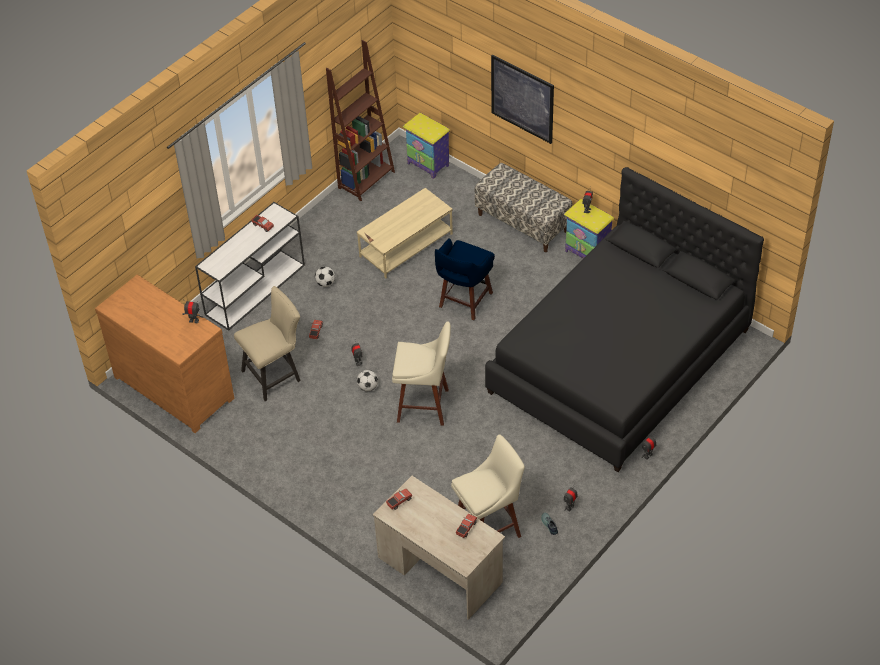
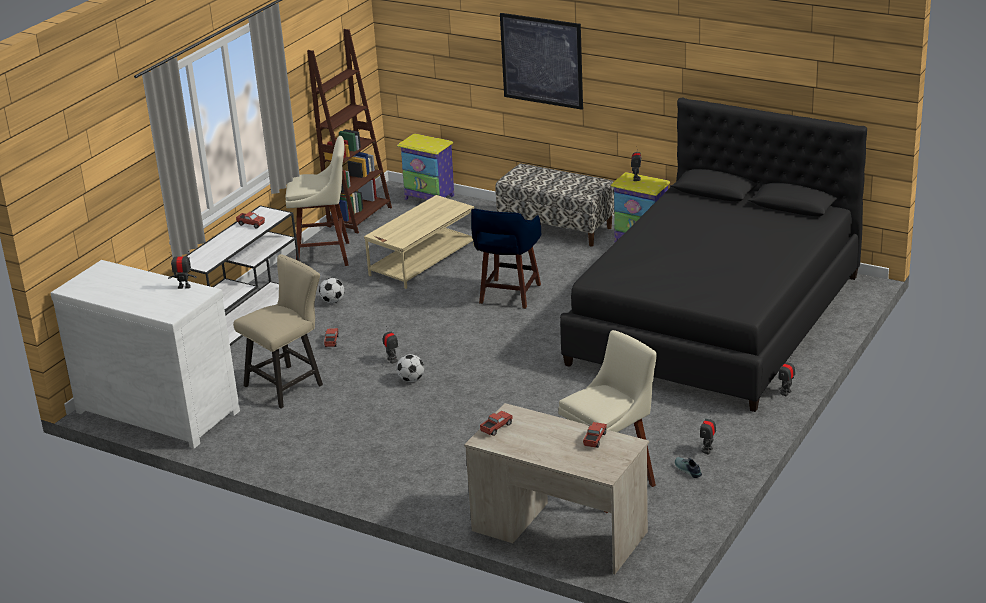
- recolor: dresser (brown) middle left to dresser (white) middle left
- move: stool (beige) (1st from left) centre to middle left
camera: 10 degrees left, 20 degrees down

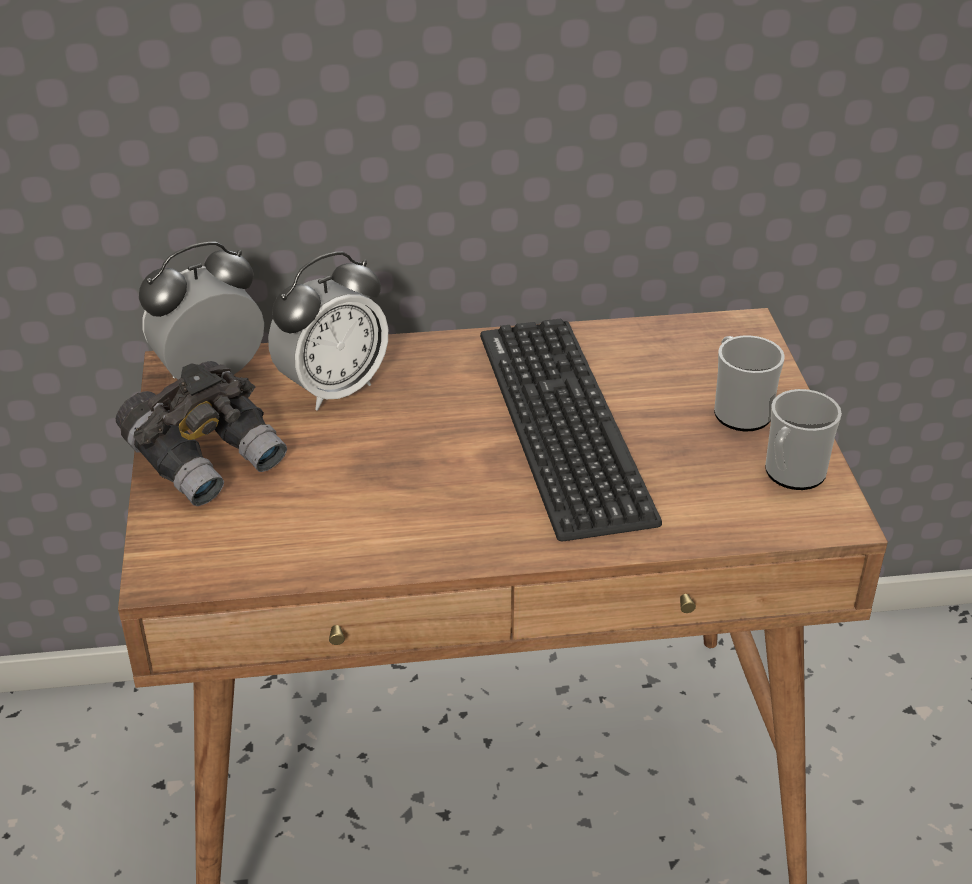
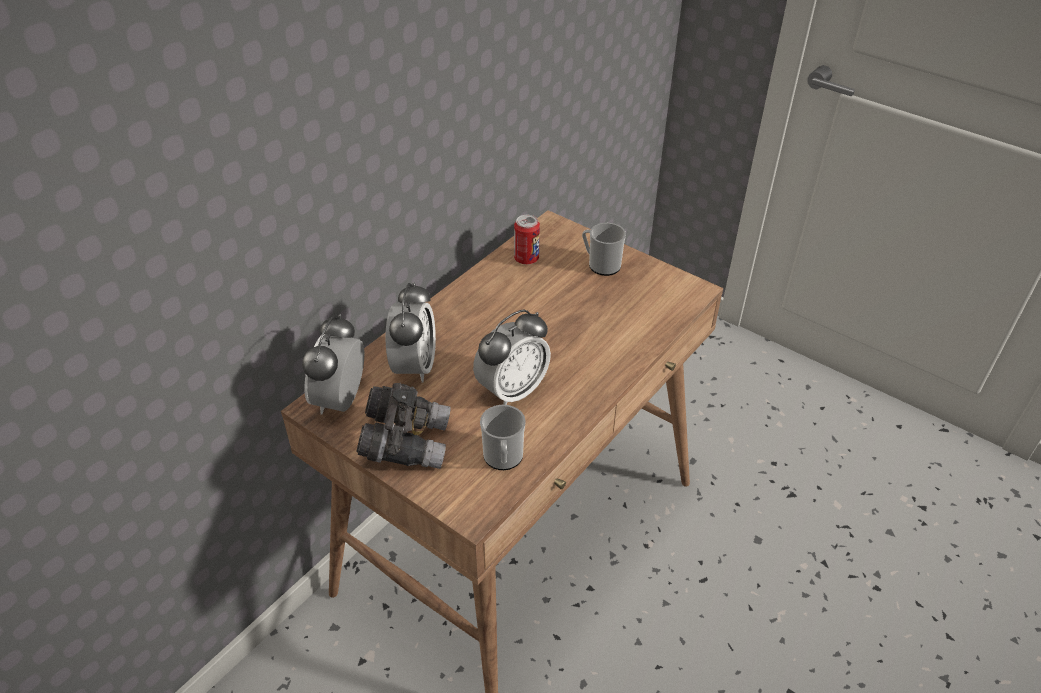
- delete: keyboard centre
- move: mug (2nd from left in the first image) middle right to mug (1st from left) centre
- insert: alarm clock (3rd from left) centre
- insert: can centre
camera: 45 degrees left, 5 degrees up

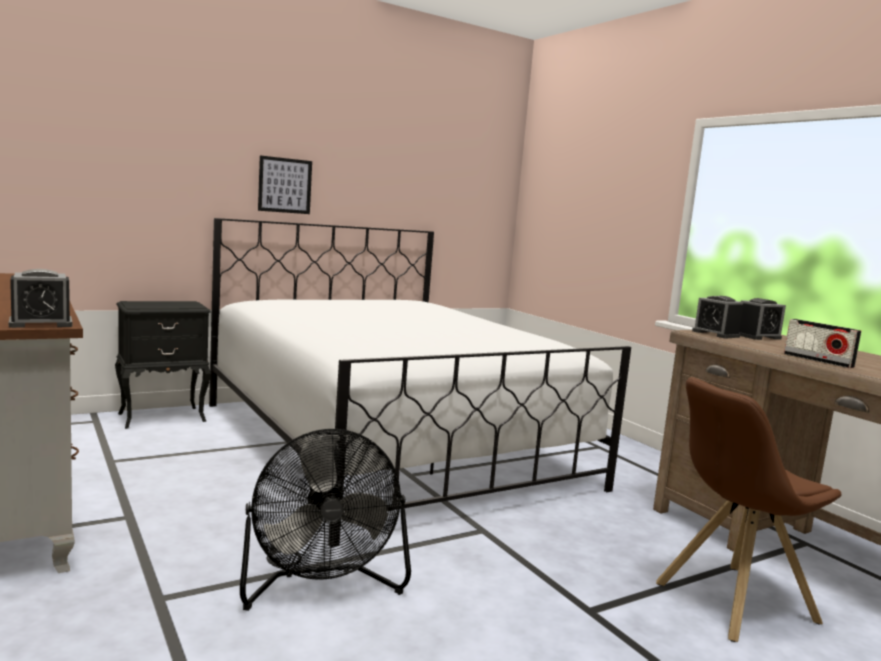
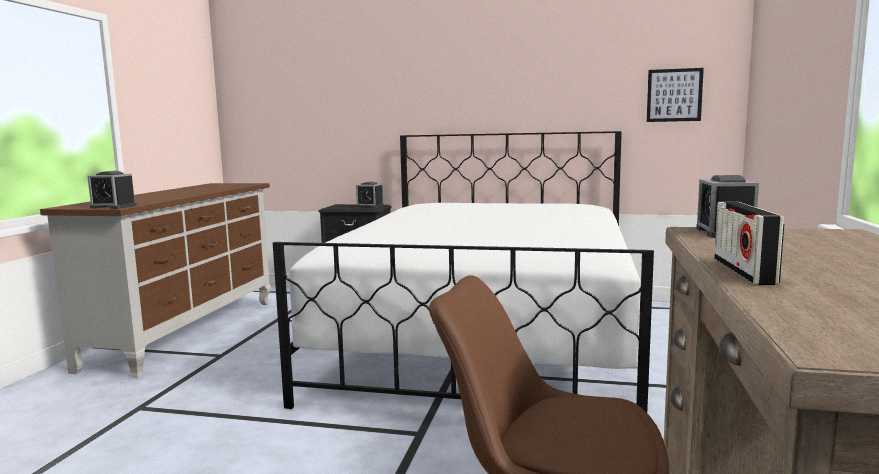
- delete: fan (black) bottom centre
- move: picture top left to top right
- move: alarm clock (3rd from left in the first image) middle right to alarm clock (2nd from left) centre
camera: 45 degrees right, 0 degrees up

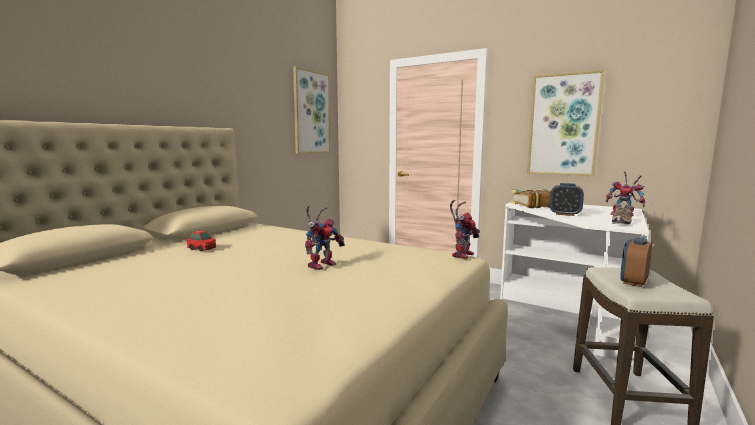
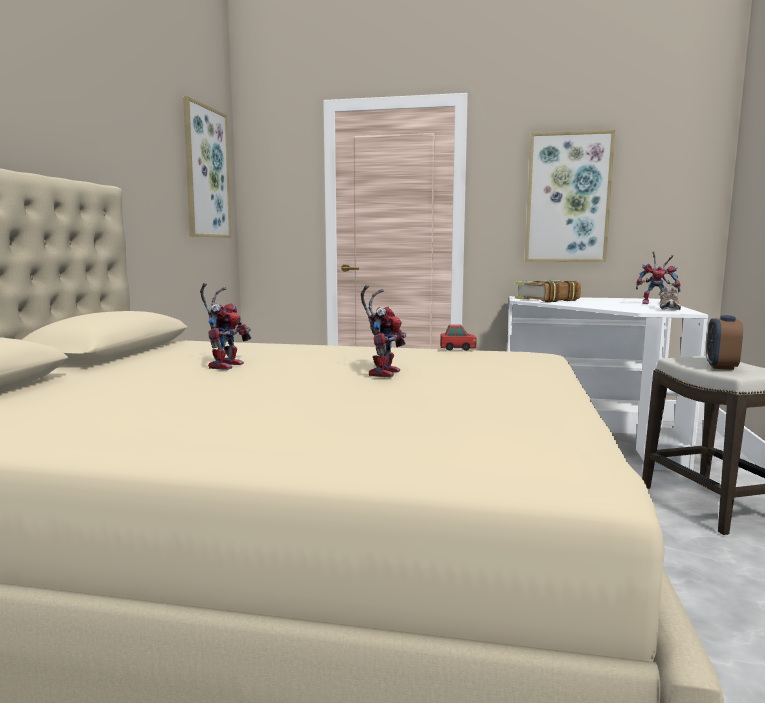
- move: toy car middle left to centre
- move: toy robot (2nd from left in the first image) centre to toy robot (1st from left) middle left
- delete: alarm clock (1st from left) middle right
camera: 20 degrees left, 0 degrees up

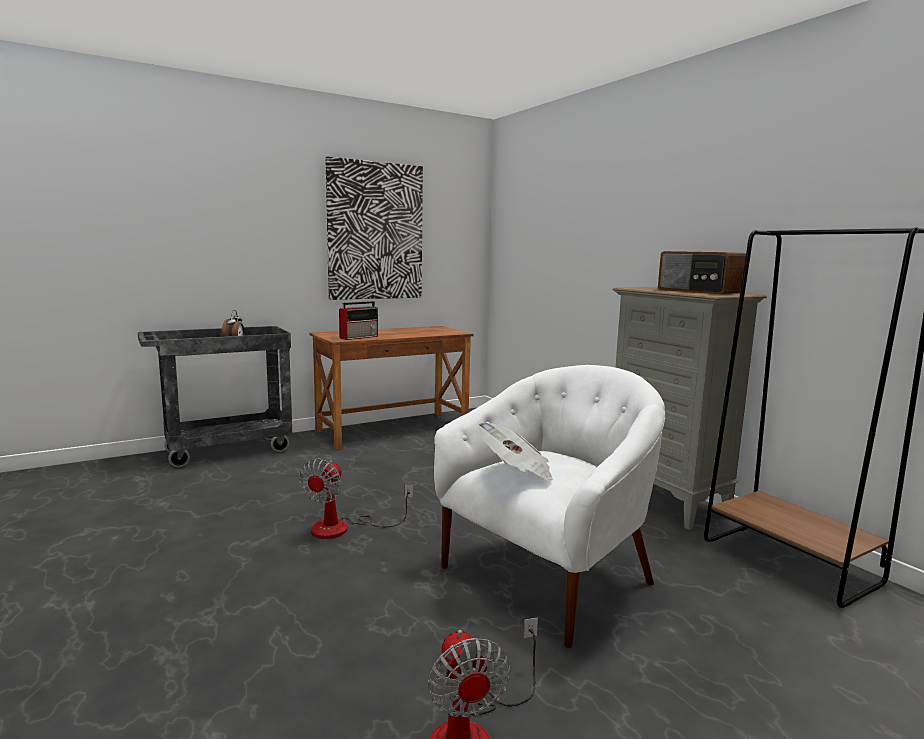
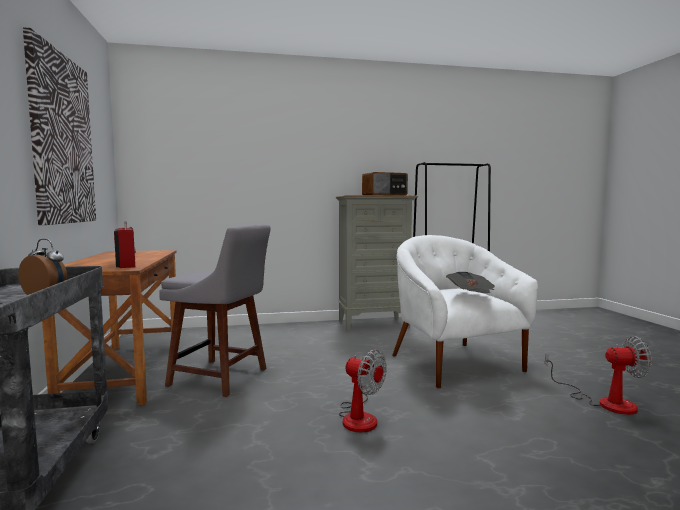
- insert: stool (grey) middle left
camera: 70 degrees left, 5 degrees down

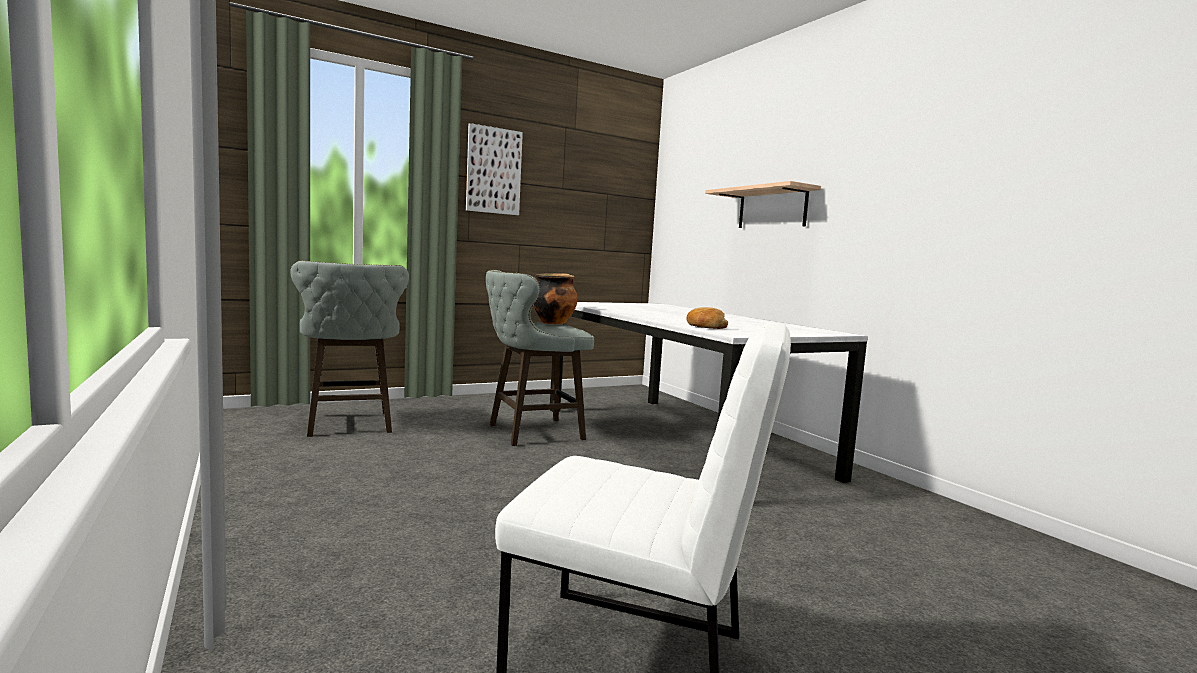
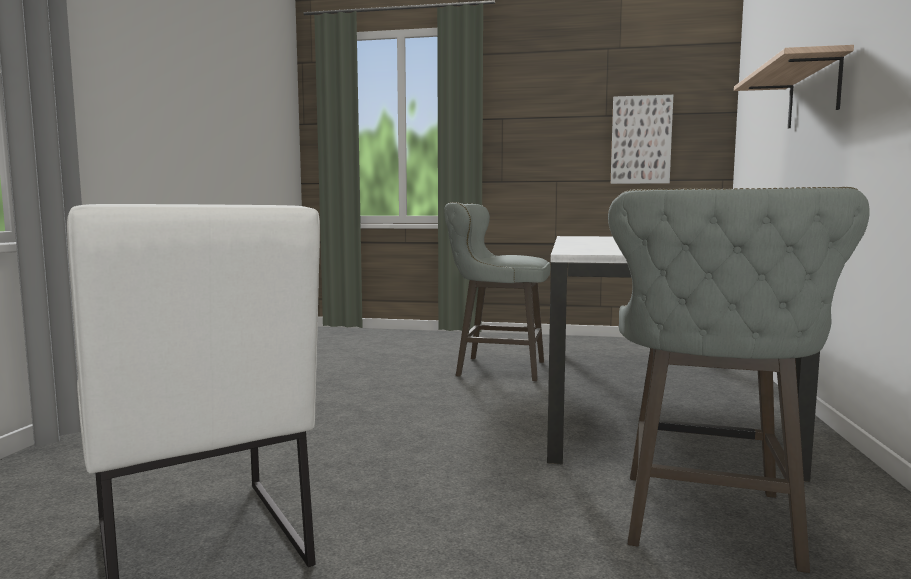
- move: stool (grey) (1st from left in the first image) middle left to stool (grey) (2nd from left) middle right
- move: picture top centre to top right
- delete: cooking pot centre
- delete: bread centre
camera: 40 degrees right, 0 degrees up

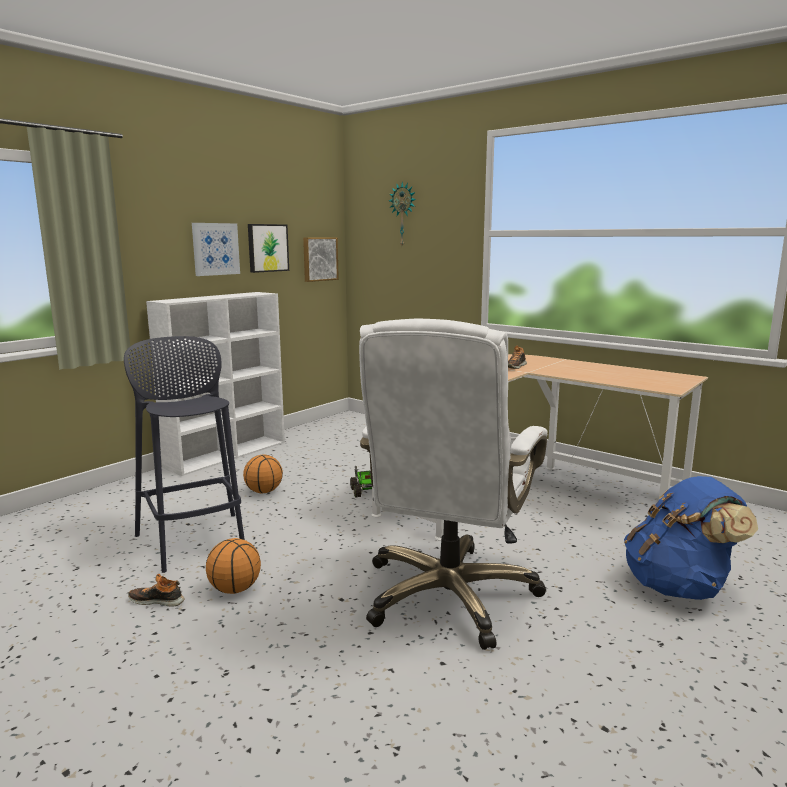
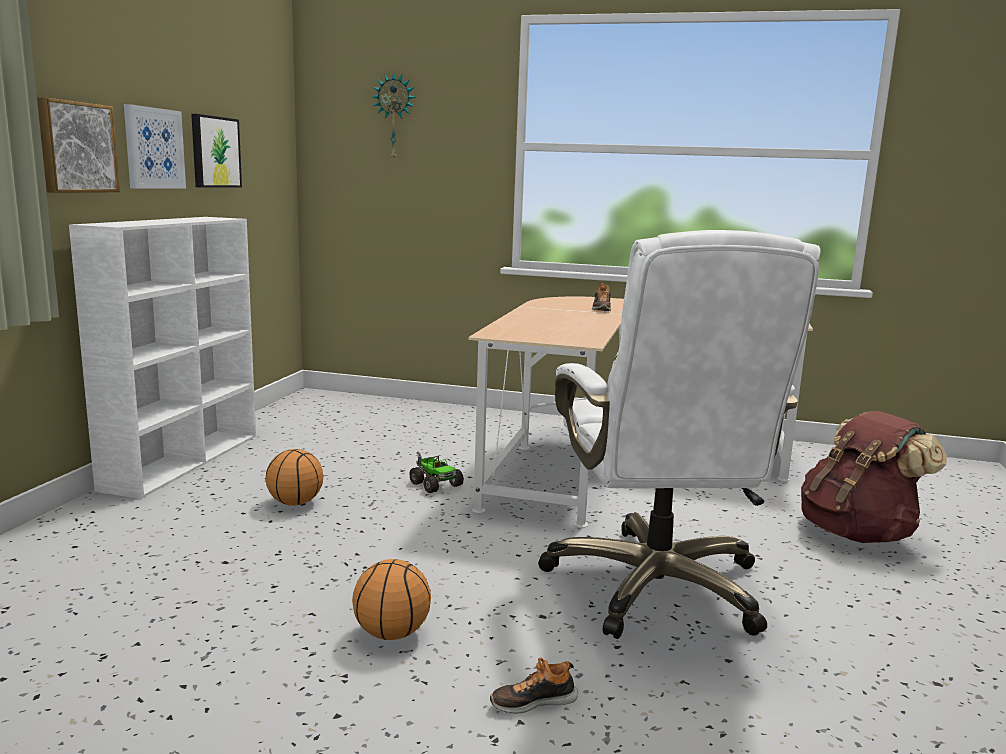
- delete: stool (grey) middle left
- move: shoe (1st from left) bottom left to bottom centre
- move: picture (3rd from left in the first image) top centre to picture (1st from left) top left
- recolor: backpack (blue) bottom right to backpack (brown) middle right
camera: 25 degrees left, 0 degrees up

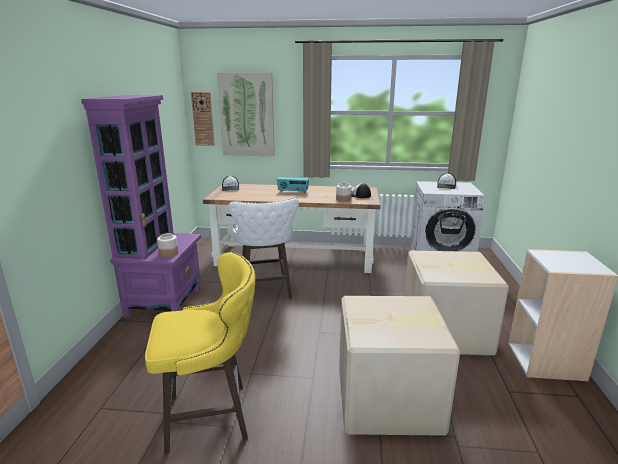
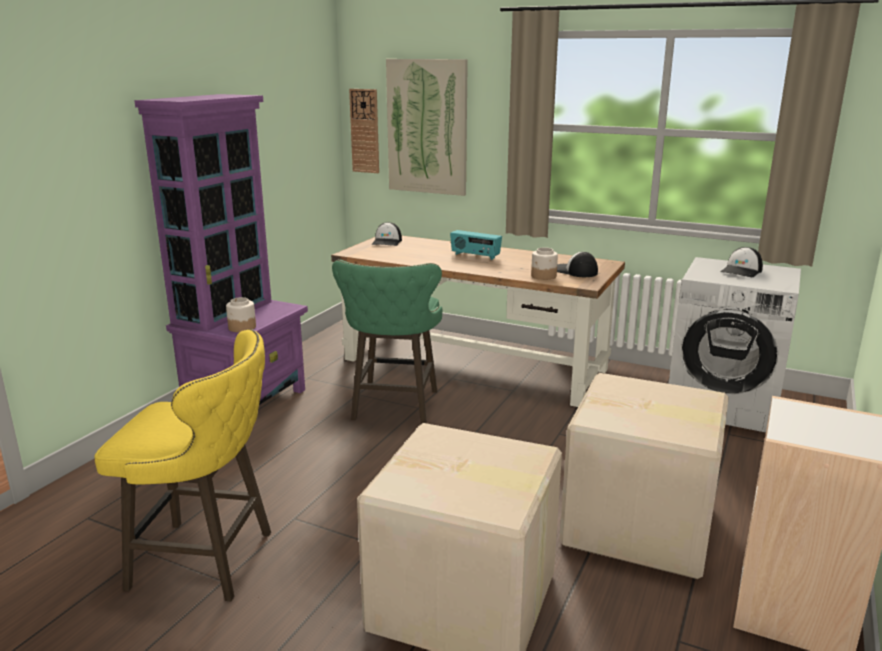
- recolor: stool (white) centre to stool (green) centre
camera: 20 degrees right, 0 degrees up

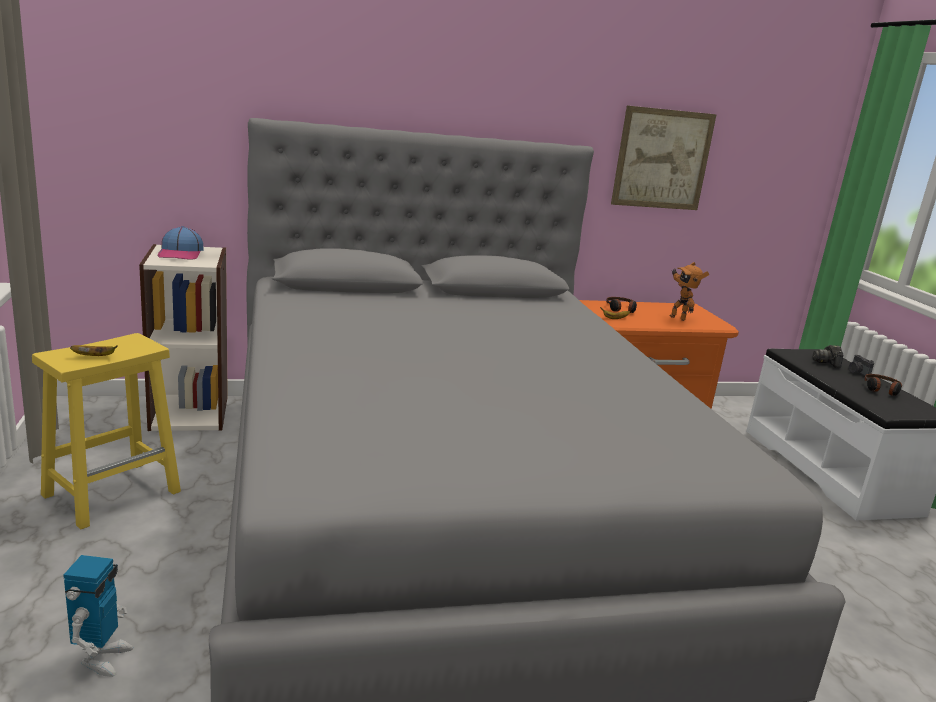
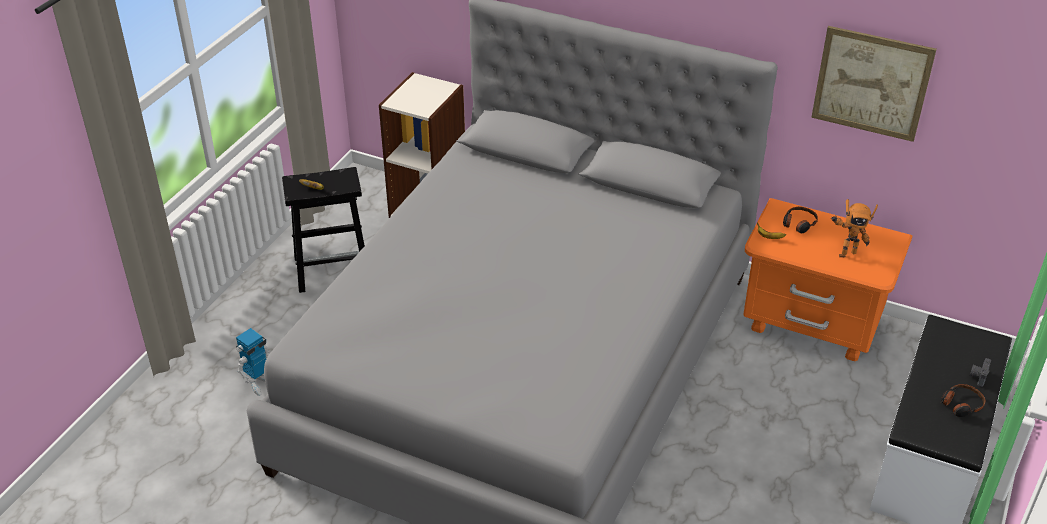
- recolor: stool (yellow) middle left to stool (black) middle left
- delete: cap middle left
- rotate: toy robot (2nd from left) middle right = middle right 105 degrees counterclockwise
- delete: photo camera (1st from left) middle right
camera: 40 degrees right, 20 degrees up

